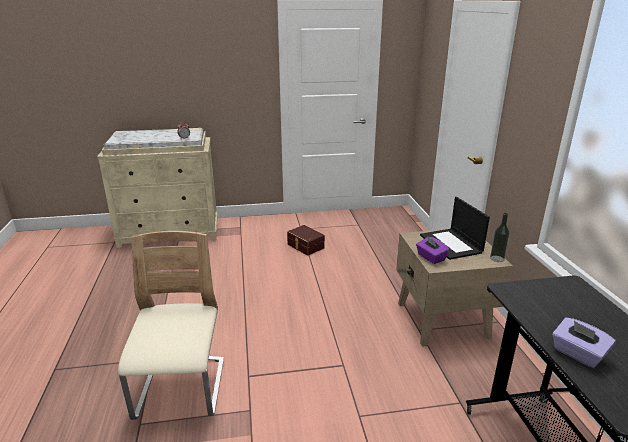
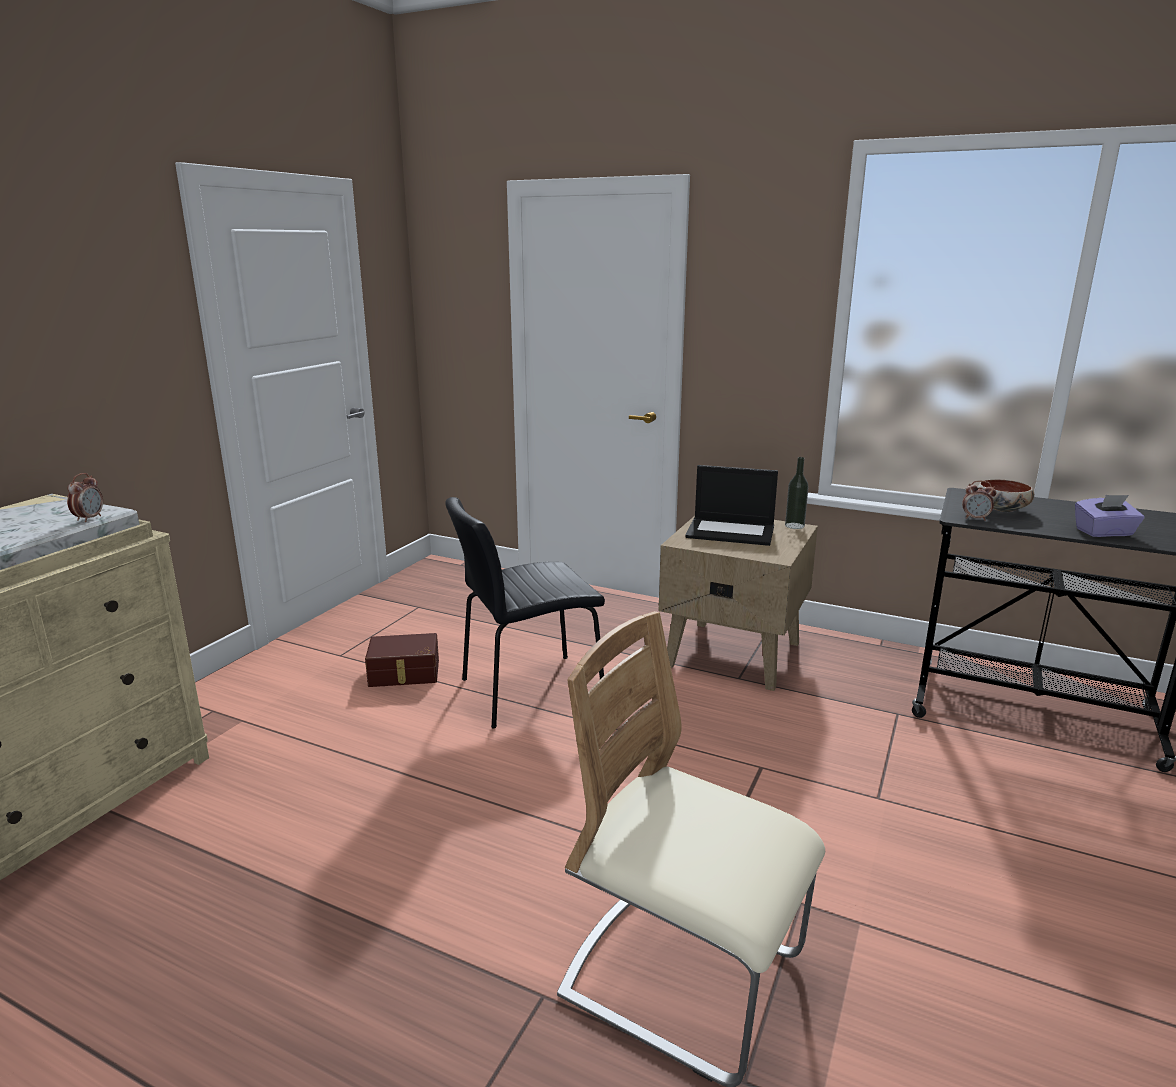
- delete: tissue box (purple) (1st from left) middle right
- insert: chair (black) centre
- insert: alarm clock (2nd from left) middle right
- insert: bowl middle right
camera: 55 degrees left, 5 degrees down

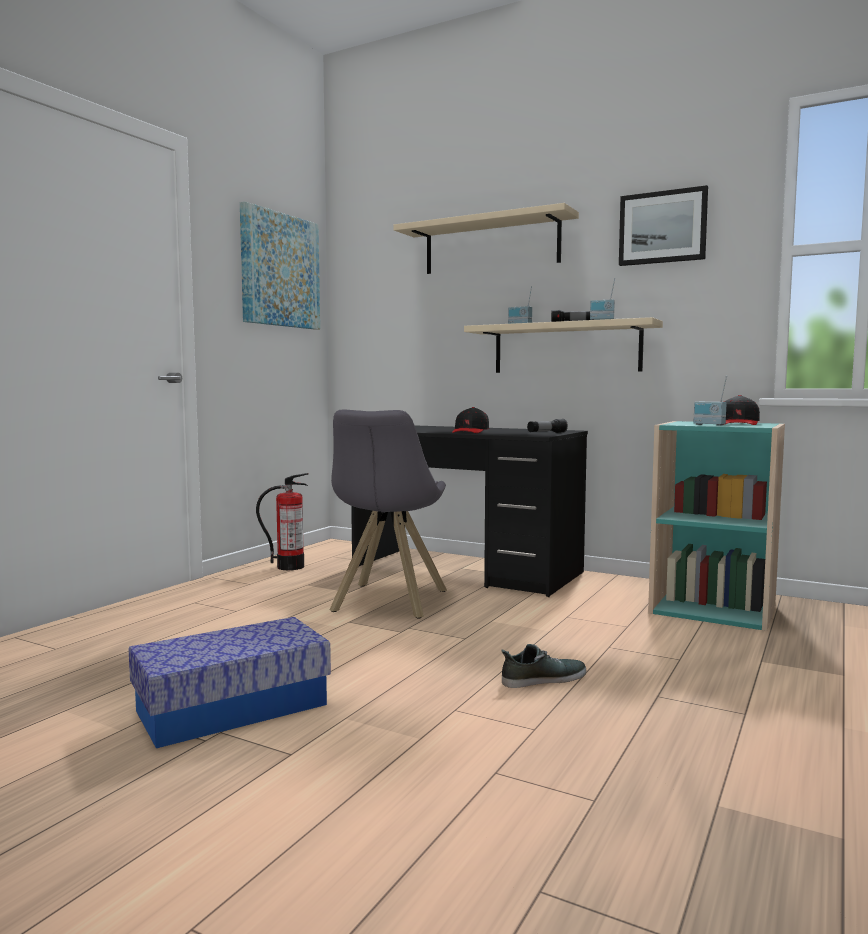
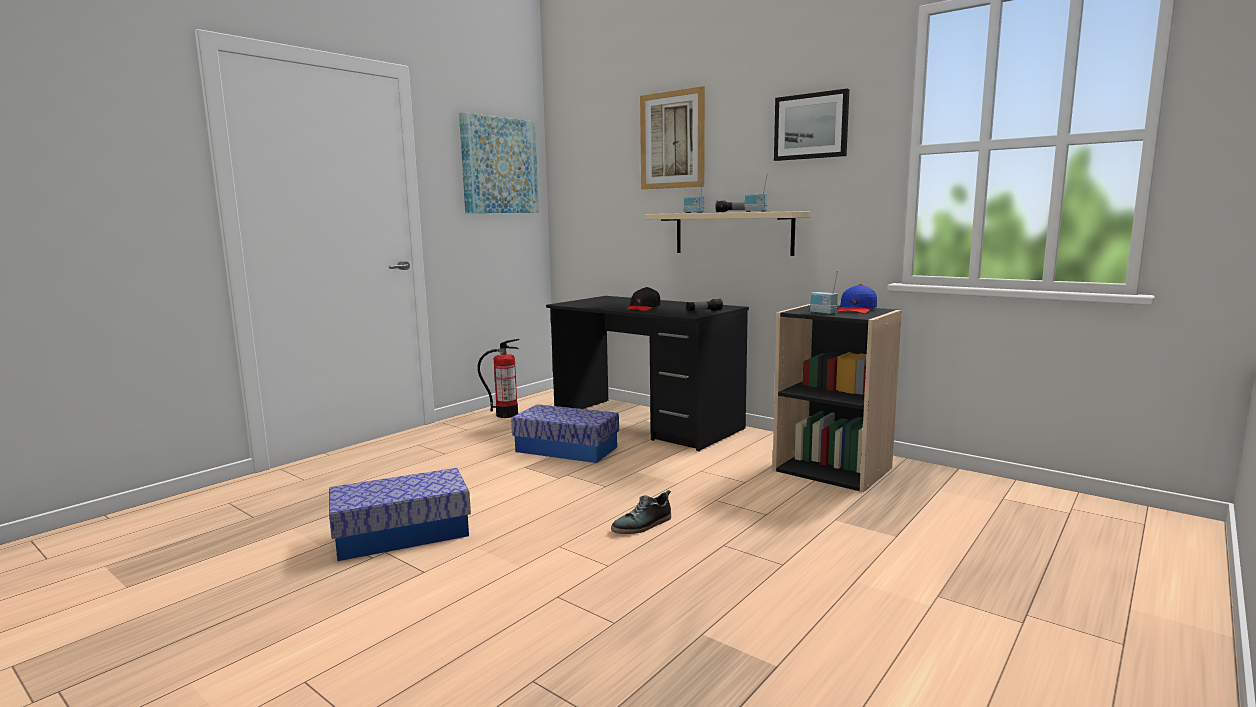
- replace: chair (grey) centre to storage box (2nd from left) centre
- replace: shelf (beige) (1st from left) top centre to picture (2nd from left) top centre
- rotate: shoe bottom centre = bottom centre 150 degrees clockwise
- recolor: bookcase (turquoise) middle right to bookcase (black) centre
- recolor: cap (black) (2nd from left) middle right to cap (blue) middle right
camera: 10 degrees right, 5 degrees up

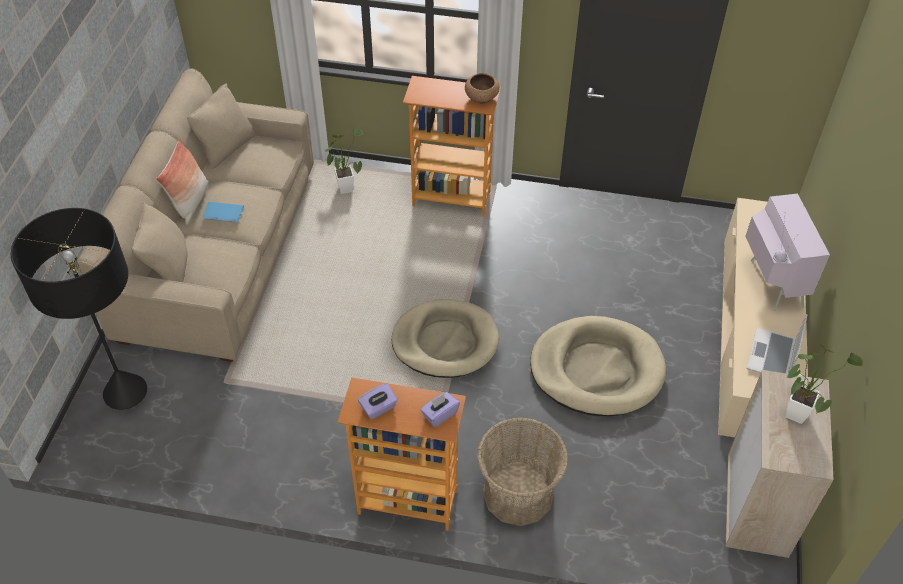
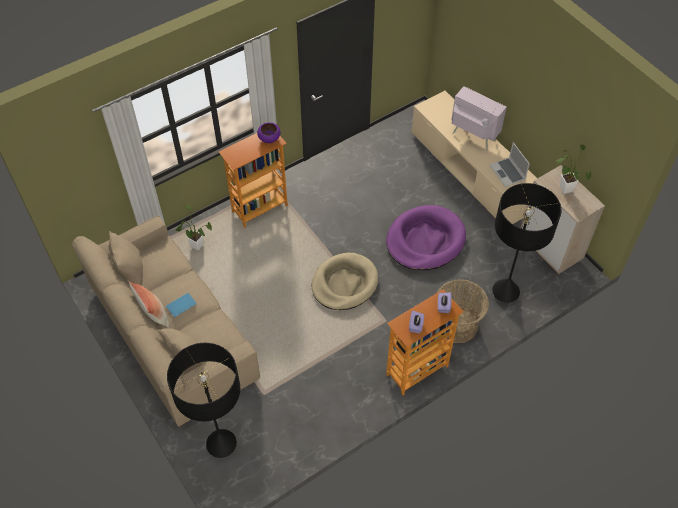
- recolor: bowl (brown) top centre to bowl (purple) top centre
- recolor: dog bed (beige) (2nd from left) centre to dog bed (purple) centre
- insert: floor lamp (black) (2nd from left) middle right
camera: 45 degrees left, 5 degrees up

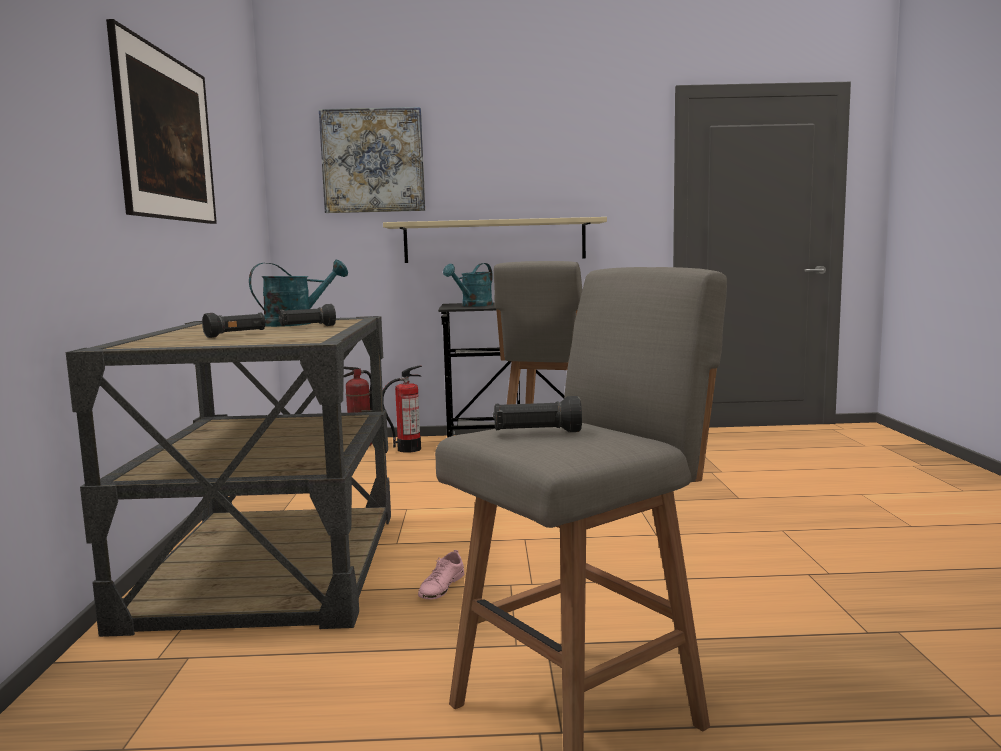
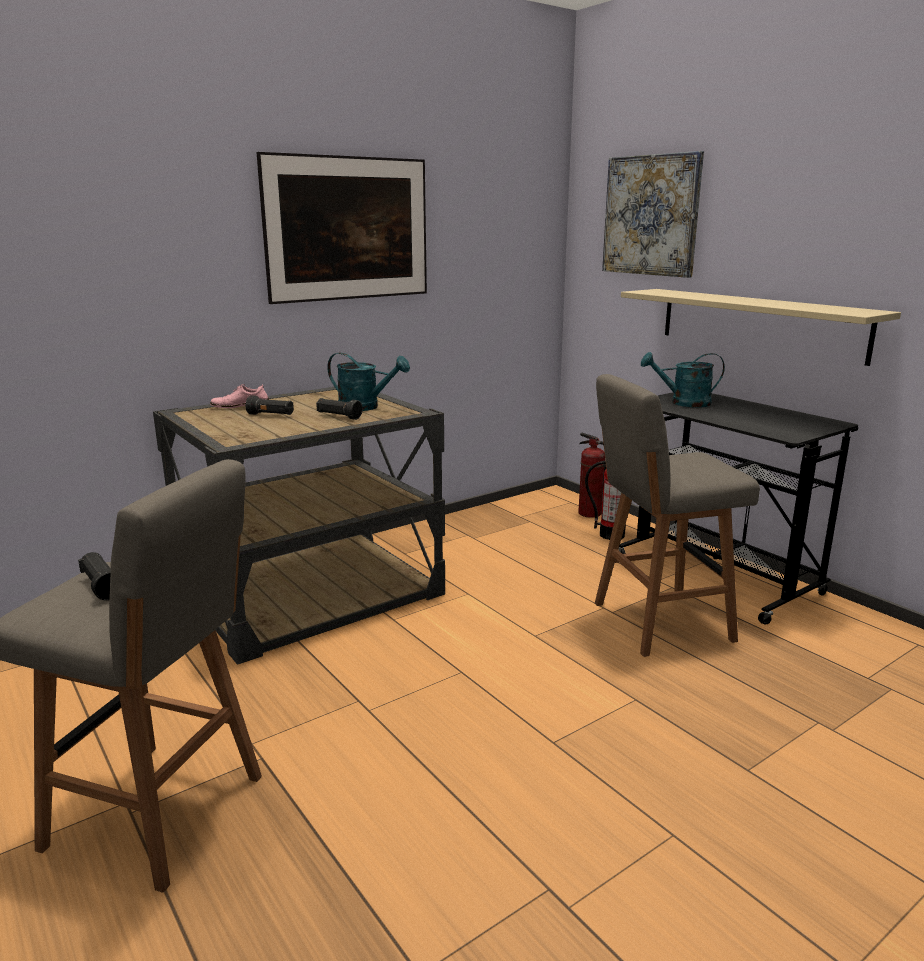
- move: shoe (pink) bottom centre to middle left
camera: 55 degrees right, 10 degrees up

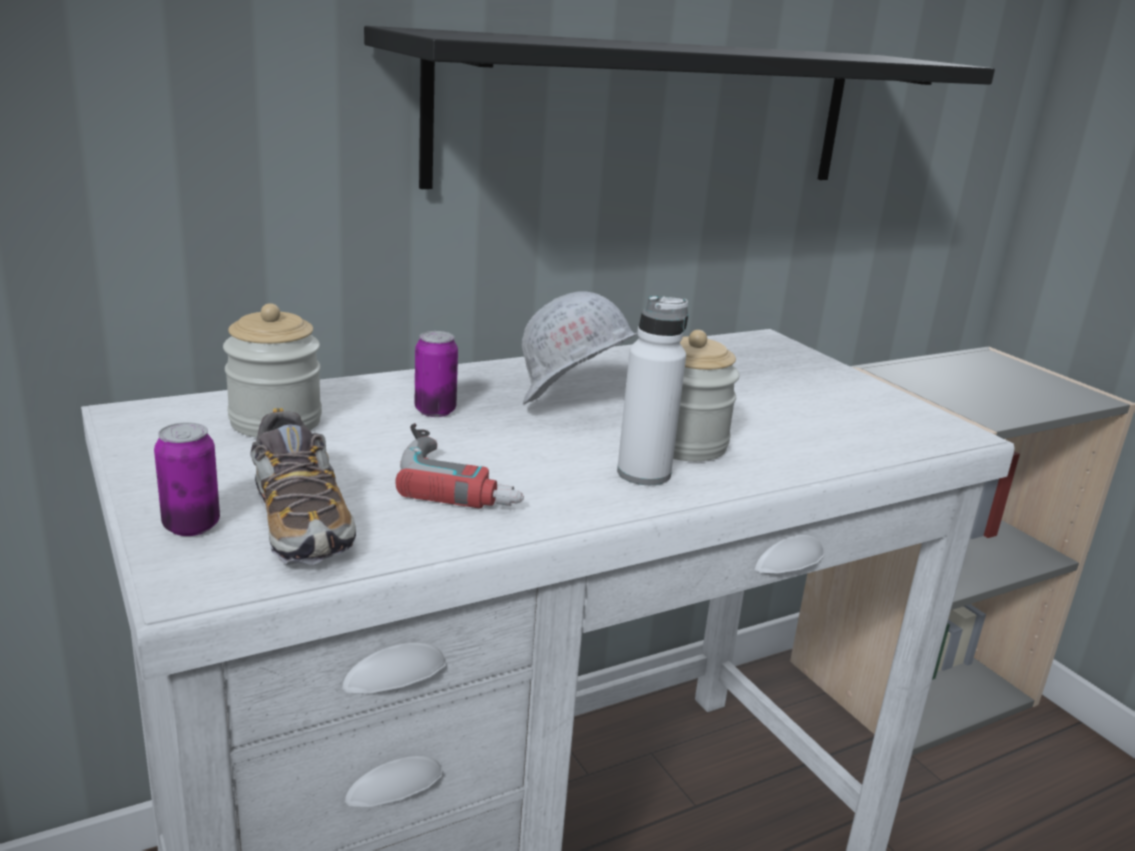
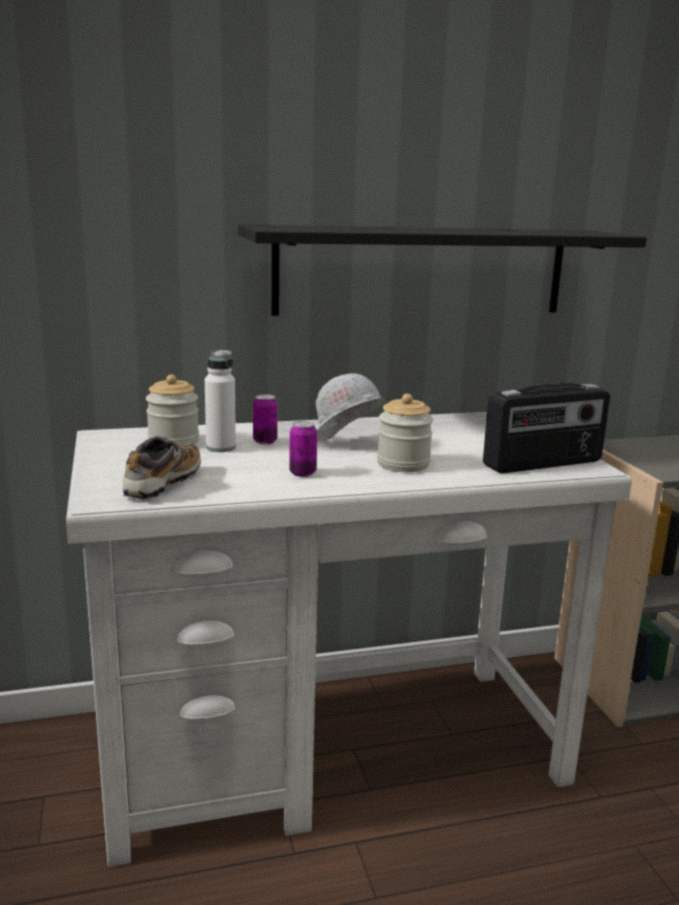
- move: can (1st from left in the first image) middle left to can (2nd from left) centre
- rotate: shoe middle left = middle left 150 degrees counterclockwise
- delete: power drill centre
- move: bottle (white) centre to middle left
- insert: radio middle right
camera: 15 degrees right, 5 degrees down

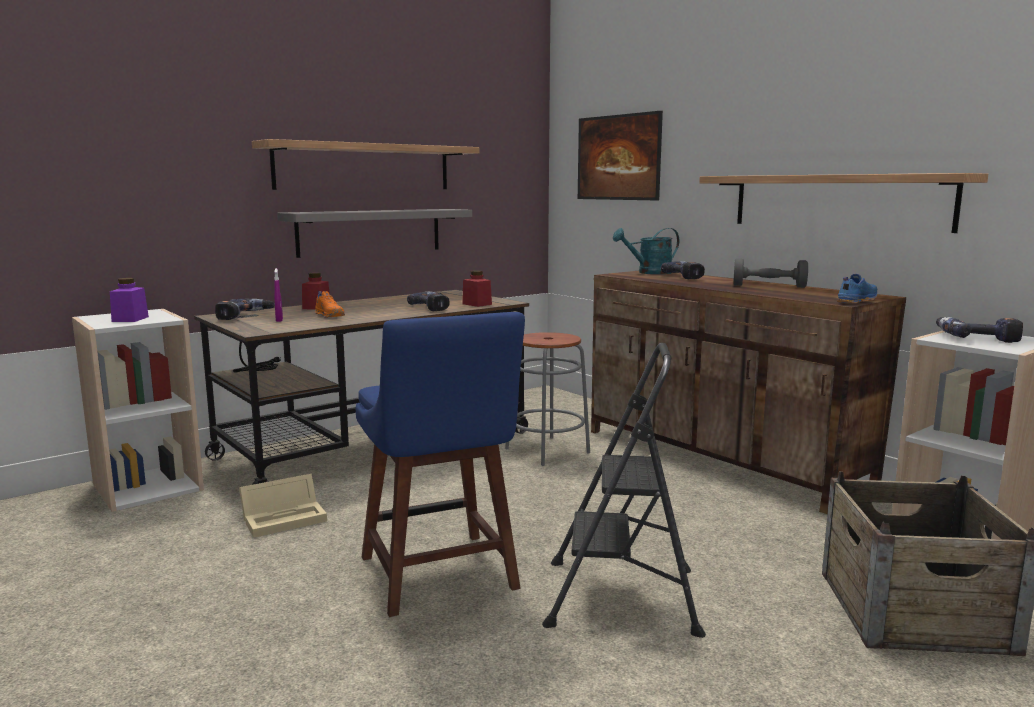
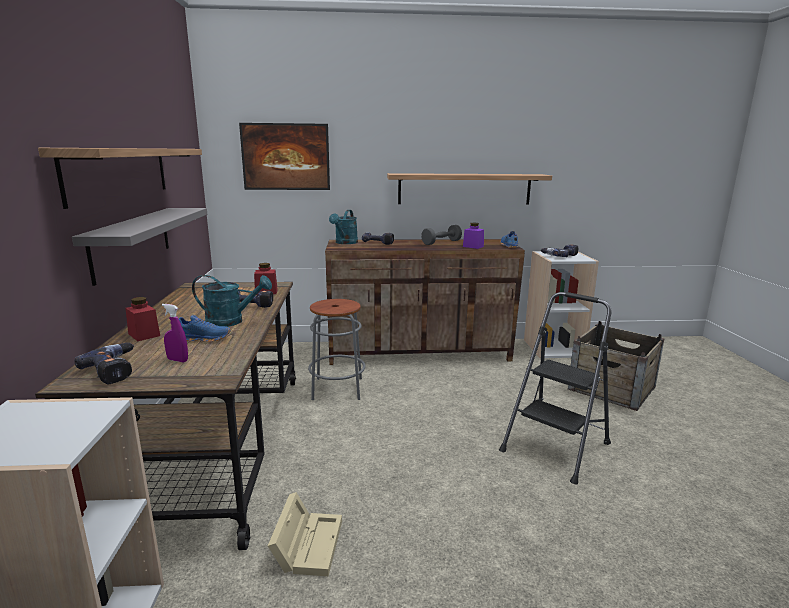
- move: jar (purple) middle left to centre
- recolor: shoe (orange) middle left to shoe (blue) (1st from left) middle left
- delete: stool (blue) centre
- insert: watering can (turquoise) (1st from left) middle left
camera: 55 degrees left, 5 degrees up

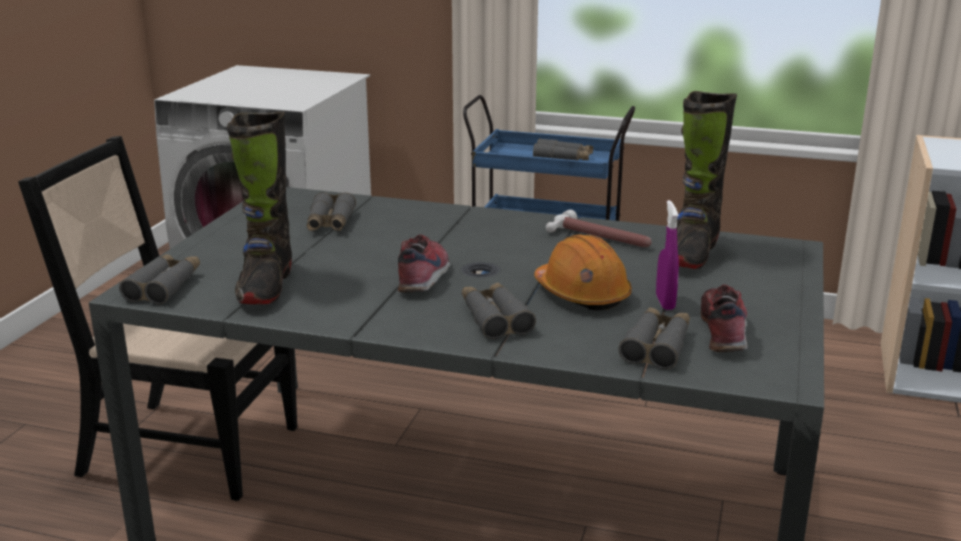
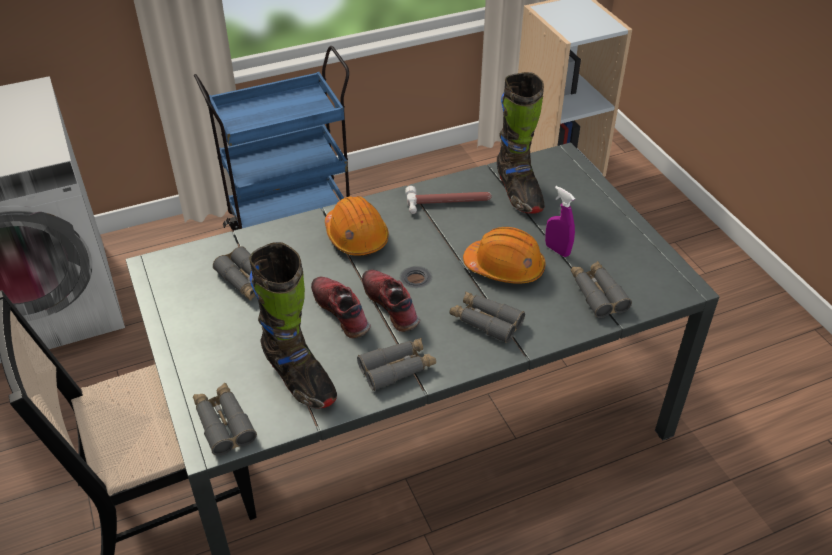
- move: binoculars (grey) (4th from left in the first image) top centre to binoculars (grey) (3rd from left) centre
- move: shoe (2nd from left in the first image) middle right to shoe (1st from left) centre
- insert: hard hat (orange) (1st from left) centre
camera: 40 degrees left, 20 degrees up

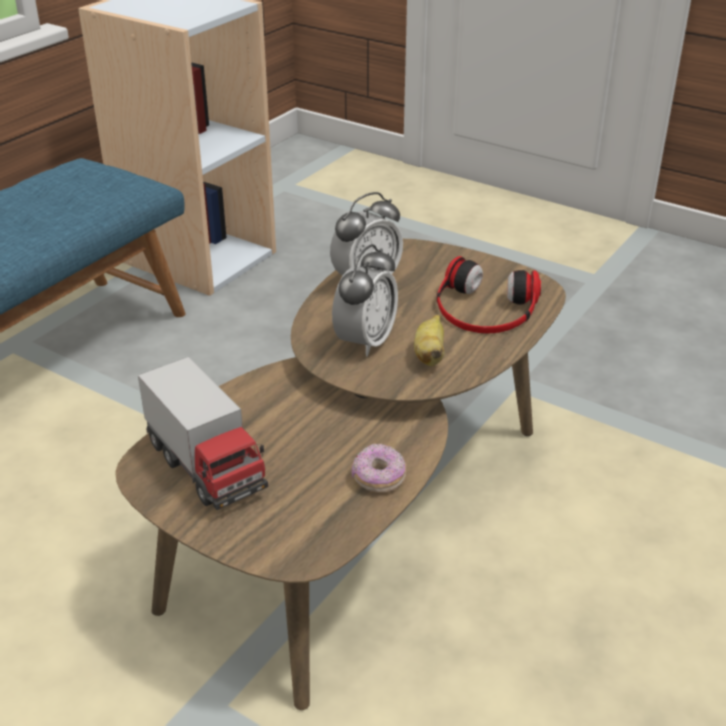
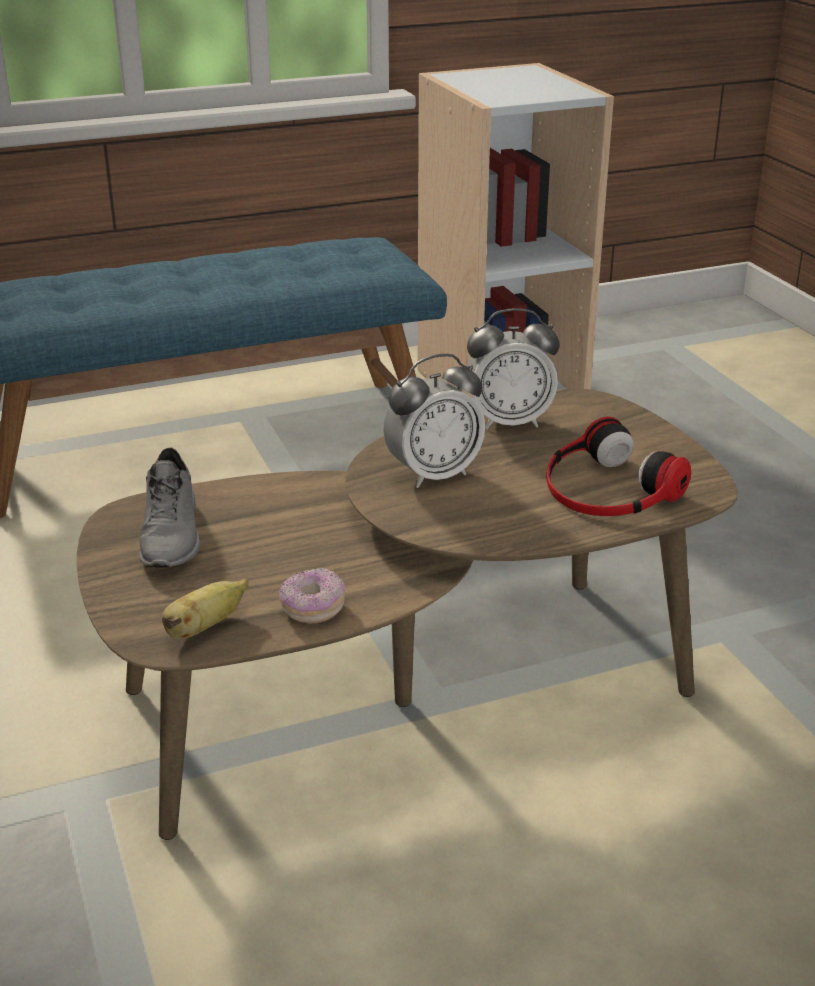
- replace: toy truck middle left to shoe (grey) middle left
- move: banana centre to middle left
camera: 35 degrees right, 5 degrees down

